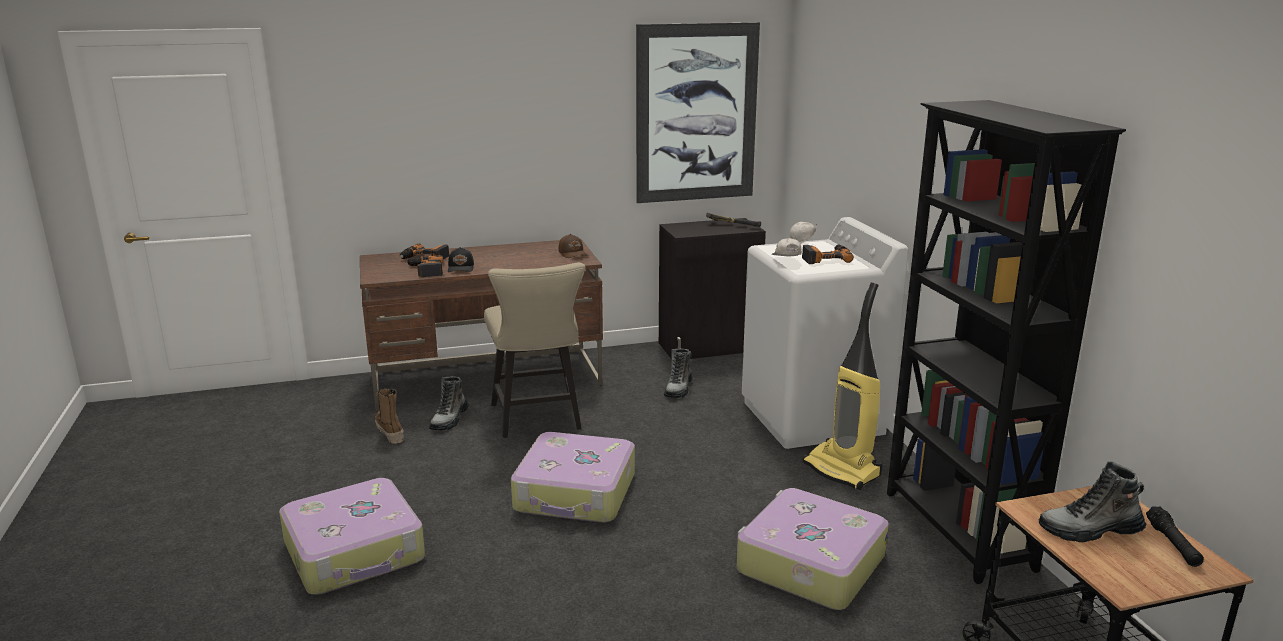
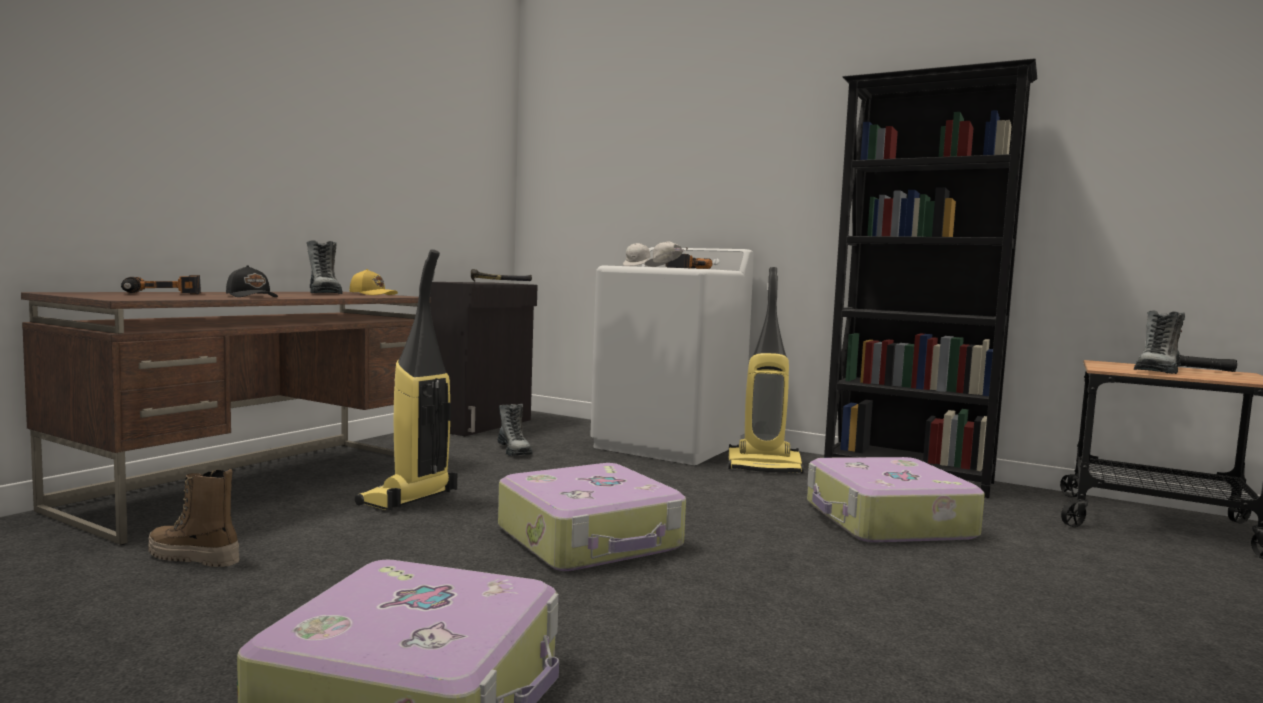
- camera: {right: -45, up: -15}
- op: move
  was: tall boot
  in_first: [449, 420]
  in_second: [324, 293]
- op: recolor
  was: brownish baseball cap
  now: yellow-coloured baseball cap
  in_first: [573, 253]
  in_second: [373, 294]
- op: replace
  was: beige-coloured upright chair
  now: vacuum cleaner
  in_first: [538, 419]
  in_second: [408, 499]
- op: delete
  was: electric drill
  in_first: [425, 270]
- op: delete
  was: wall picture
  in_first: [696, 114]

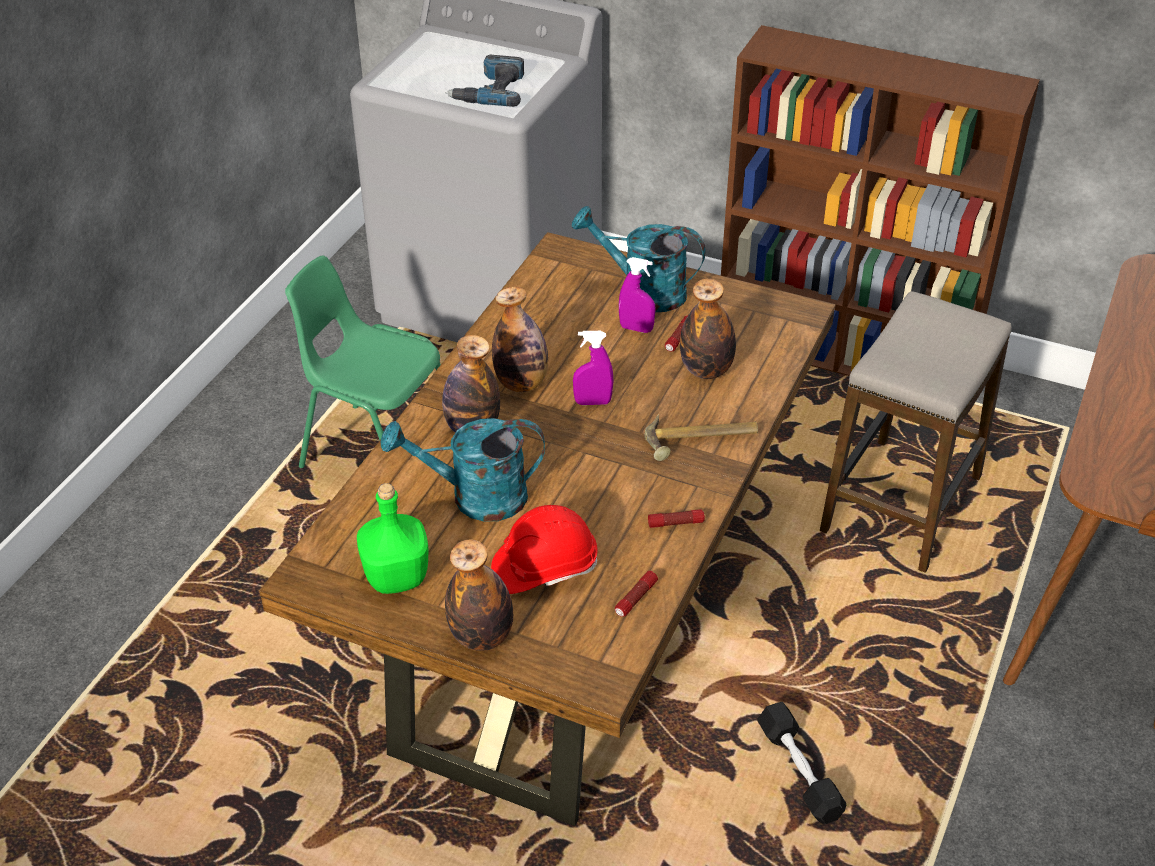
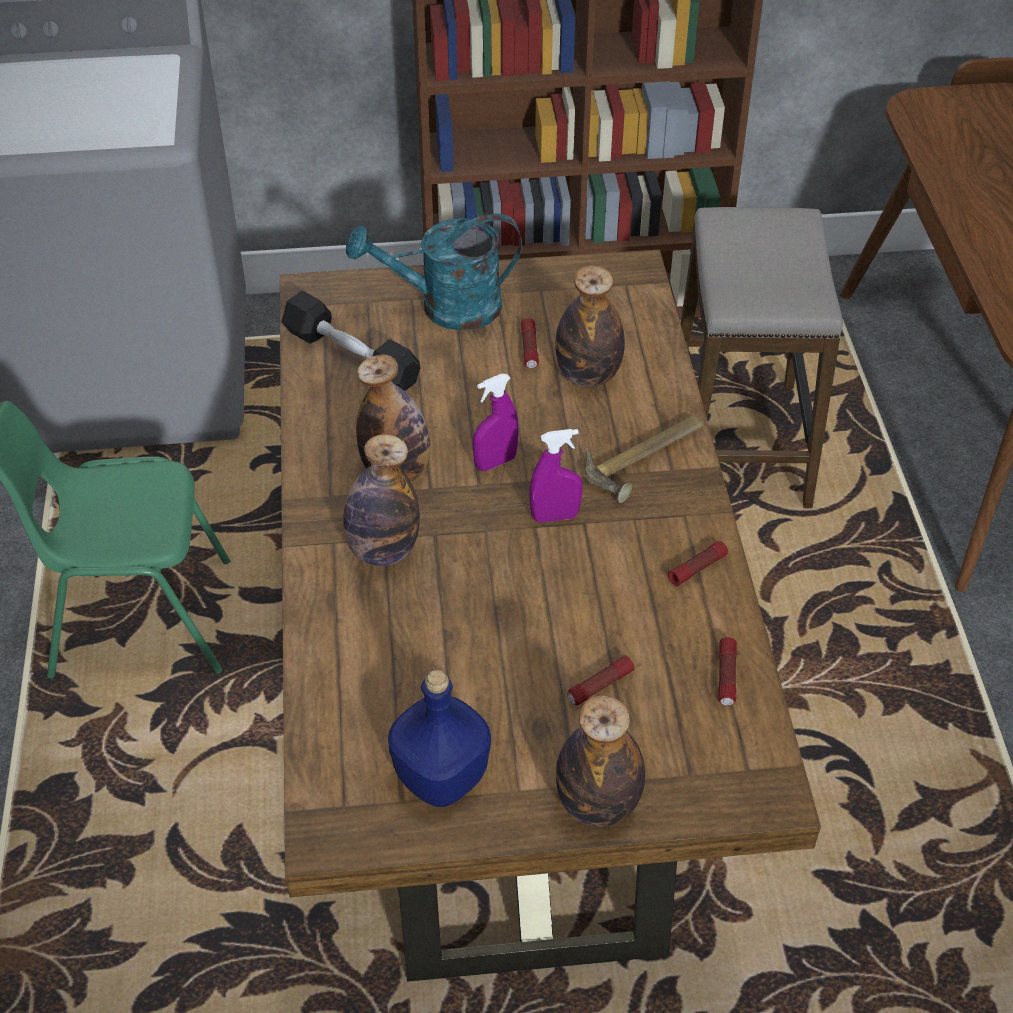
- camera: {right: -30, up: 5}
- op: move
  was: black hand weight
  in_first: [799, 771]
  in_second: [351, 357]
- op: recolor
  was: green beverage bottle
  now: bluish beverage bottle
  in_first: [395, 577]
  in_second: [440, 779]
- op: move
  was: purple-coloured hand sprayer
  in_first: [636, 328]
  in_second: [555, 516]
- op: replace
  was: reddish hard hat
  now: flashlight
  in_first: [544, 568]
  in_second: [600, 686]
- op: delete
  was: turquoise watering can
  in_first: [475, 498]
- op: delete
  was: electric drill
  in_first: [490, 90]

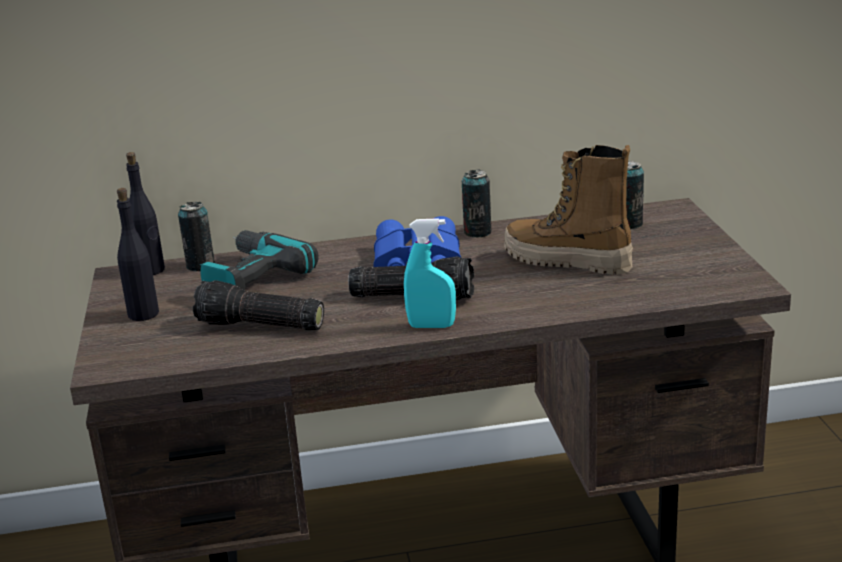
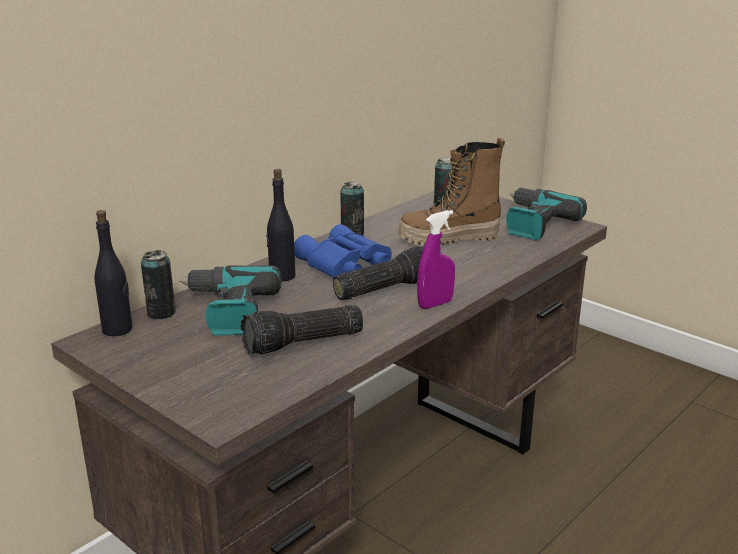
- camera: {right: -40, up: 0}
- op: move
  was: black beverage bottle
  in_first: [143, 314]
  in_second: [281, 276]
- op: recolor
  was: turquoise hand sprayer
  now: purple-coloured hand sprayer
  in_first: [431, 326]
  in_second: [435, 304]
- op: insert
  now: electric drill
  in_second: [533, 223]

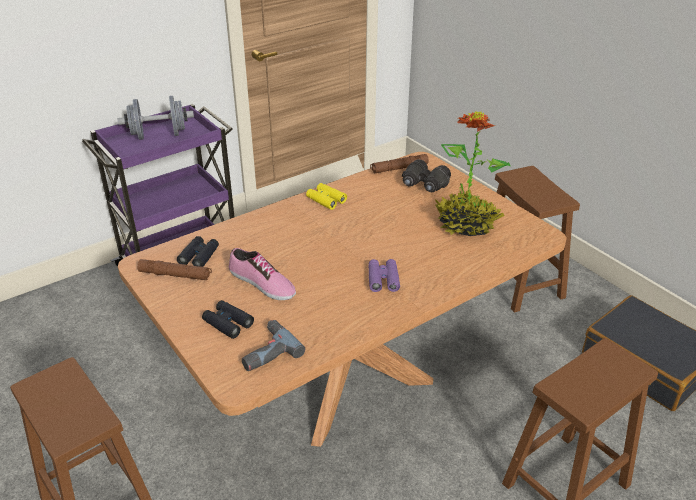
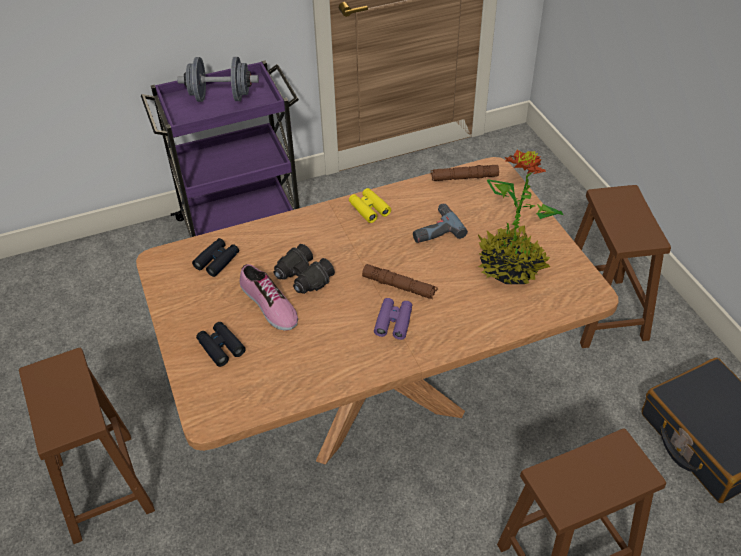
- camera: {right: 15, up: 10}
- op: move
  was: black binoculars
  in_first: [424, 185]
  in_second: [303, 278]
- op: move
  was: brownish flashlight
  in_first: [175, 275]
  in_second: [399, 286]
- op: move
  was: electric drill
  in_first: [266, 351]
  in_second: [434, 229]

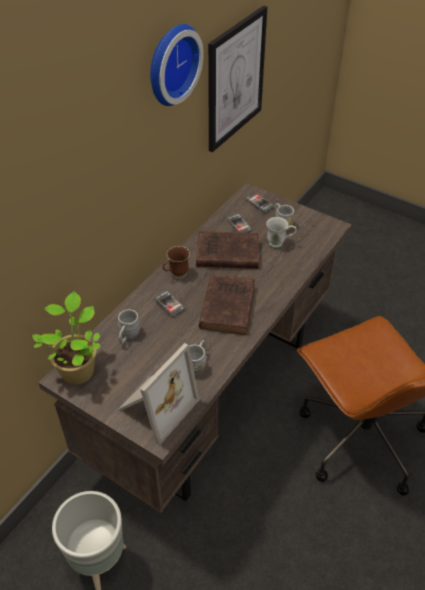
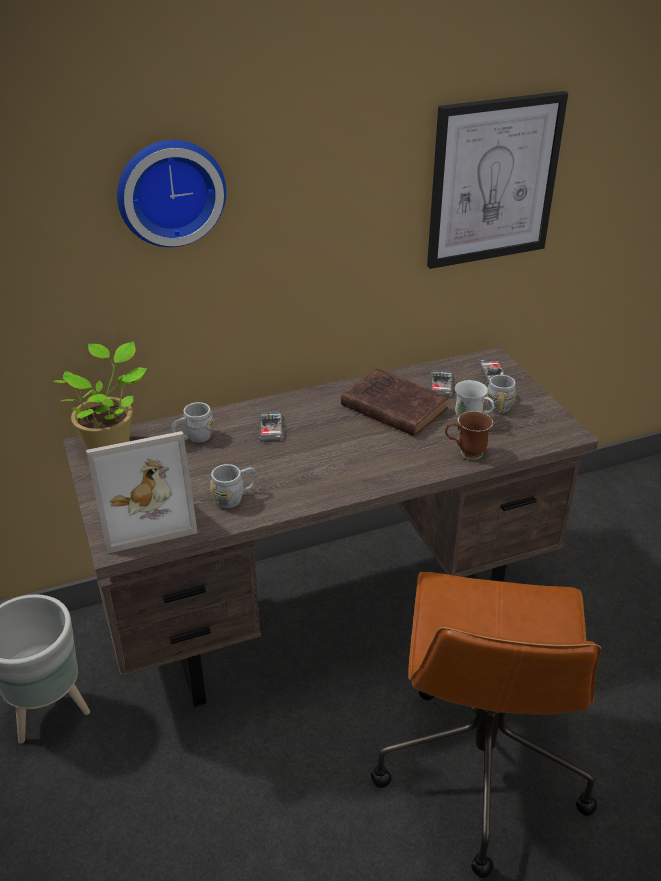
- camera: {right: 35, up: -10}
- op: move
  was: wall clock
  in_first: [170, 63]
  in_second: [170, 191]
- op: move
  was: brownish tea mug
  in_first: [176, 275]
  in_second: [465, 453]
- op: delete
  was: brownish volume
  in_first: [228, 305]

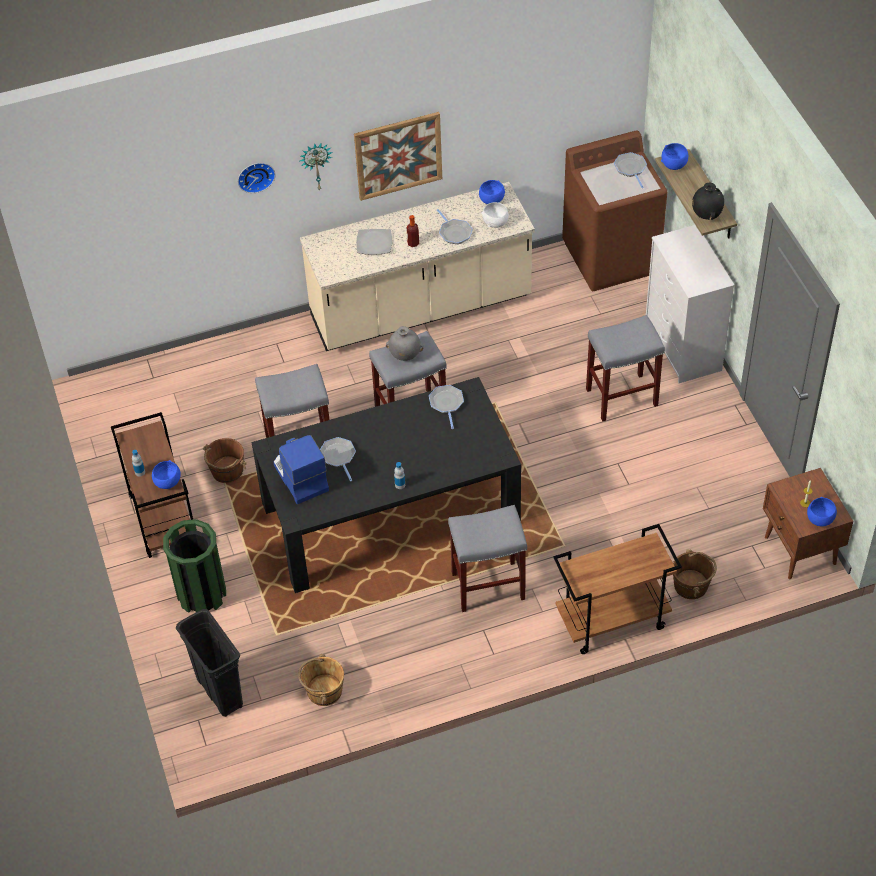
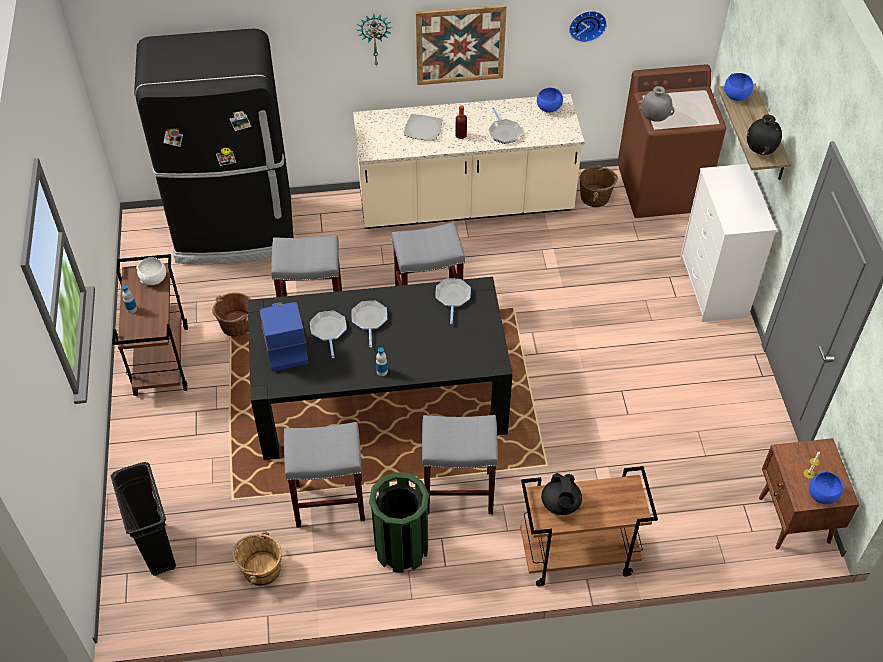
- camera: {right: 10, up: 0}
- op: insert
  now: black fridge
  in_second: [235, 231]
- op: move
  was: whitish serving bowl
  in_first: [496, 223]
  in_second: [154, 279]
- op: move
  was: gray sitting stool
  in_first: [621, 398]
  in_second: [328, 502]
- op: move
  was: pan
  in_first: [630, 169]
  in_second: [369, 320]
- op: move
  was: green waste bin
  in_first: [201, 594]
  in_second: [401, 549]
- op: insert
  now: black teapot
  in_second: [560, 504]
- op: move
  was: wall clock
  in_first: [255, 175]
  in_second: [587, 24]
- op: move
  was: brownish pail
  in_first: [691, 585]
  in_second: [595, 197]
- op: move
  was: gray decorative vase
  in_first: [405, 356]
  in_second: [654, 118]
- op: delete
  was: bluish serving bowl
  in_first: [167, 483]

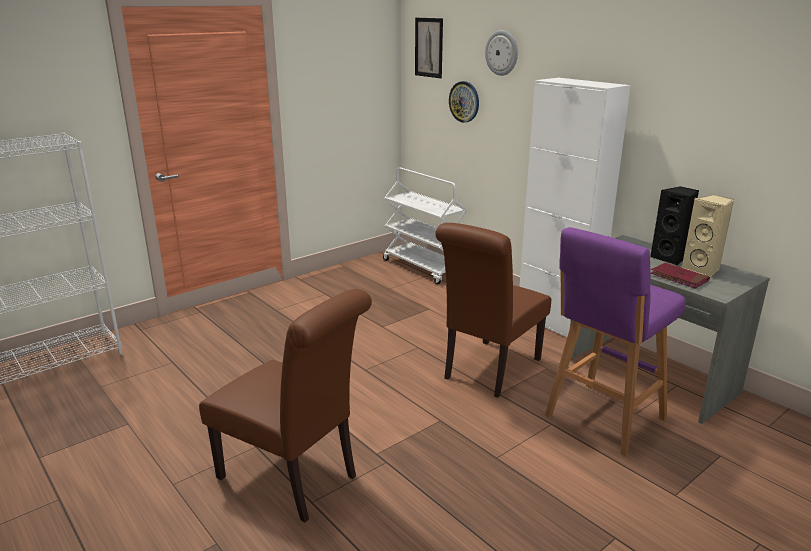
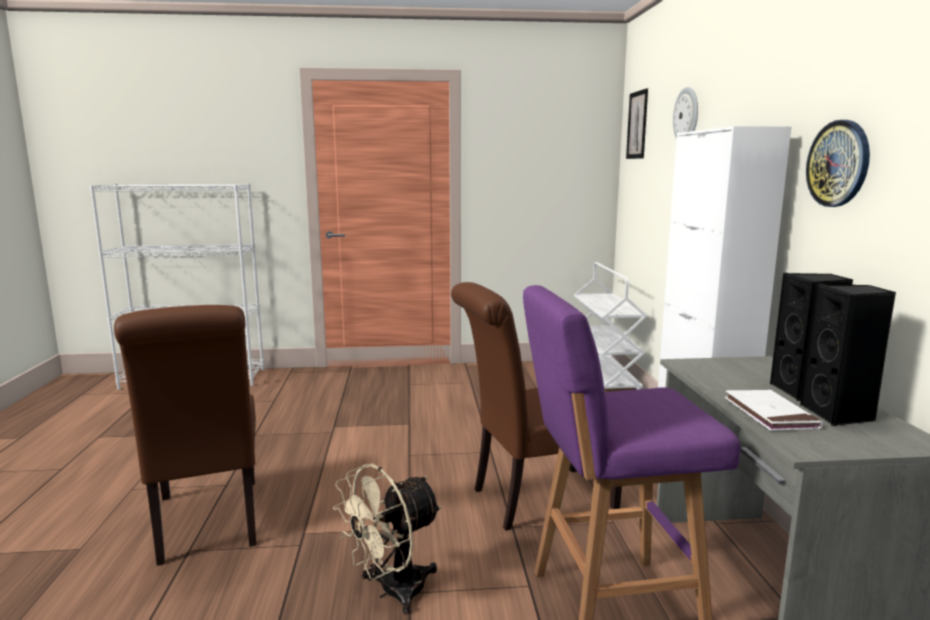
- camera: {right: 35, up: -10}
- op: insert
  now: beige-coloured fan
  in_second: [392, 592]
- op: recolor
  was: reddish volume
  now: whitish volume
  in_first: [679, 278]
  in_second: [770, 414]
- op: recolor
  was: beige-coloured loudspeaker
  now: black loudspeaker
  in_first: [703, 269]
  in_second: [839, 415]
- op: move
  was: wall clock
  in_first: [464, 101]
  in_second: [838, 164]

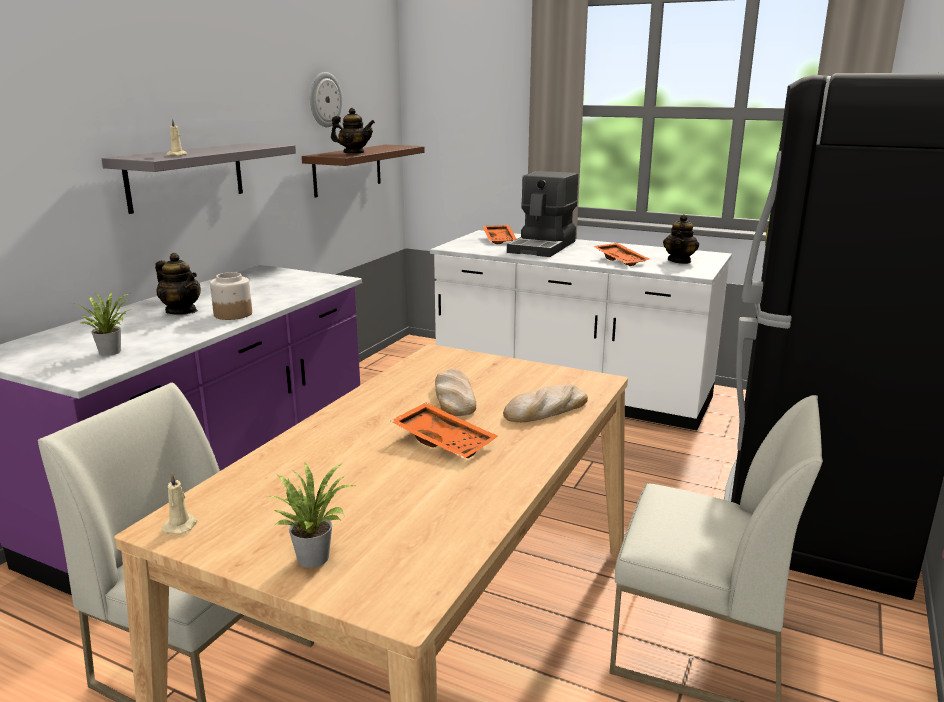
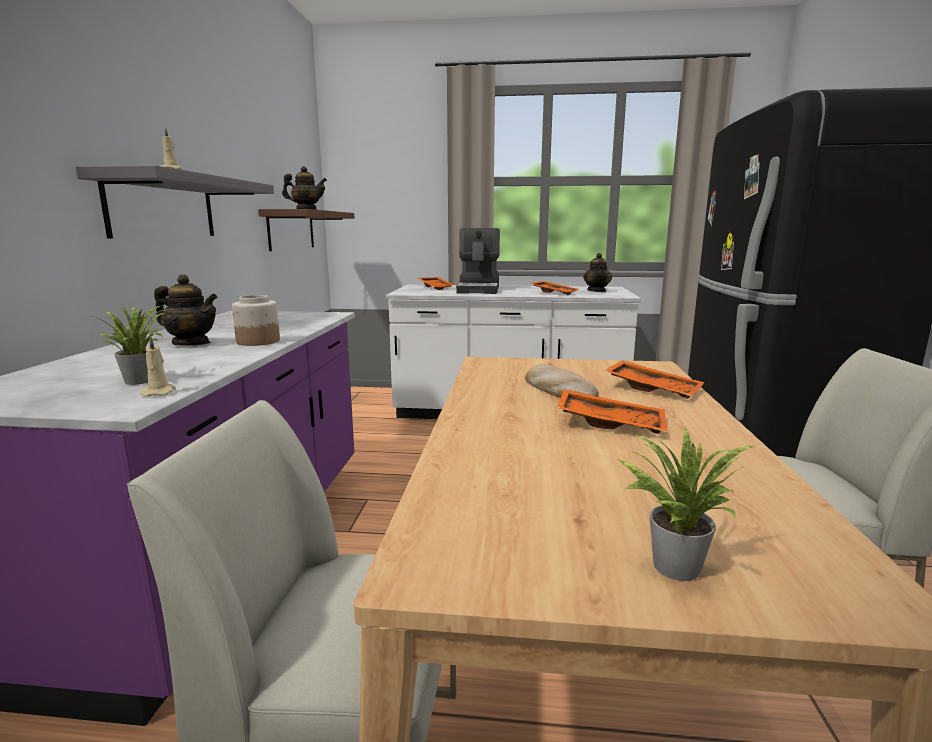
- camera: {right: -20, up: -5}
- op: move
  was: beige-coloured candle
  in_first: [181, 526]
  in_second: [159, 392]
- op: replace
  was: bakery bread
  now: orange tray
  in_first: [545, 409]
  in_second: [653, 389]
- op: delete
  was: wall clock
  in_first: [324, 99]

